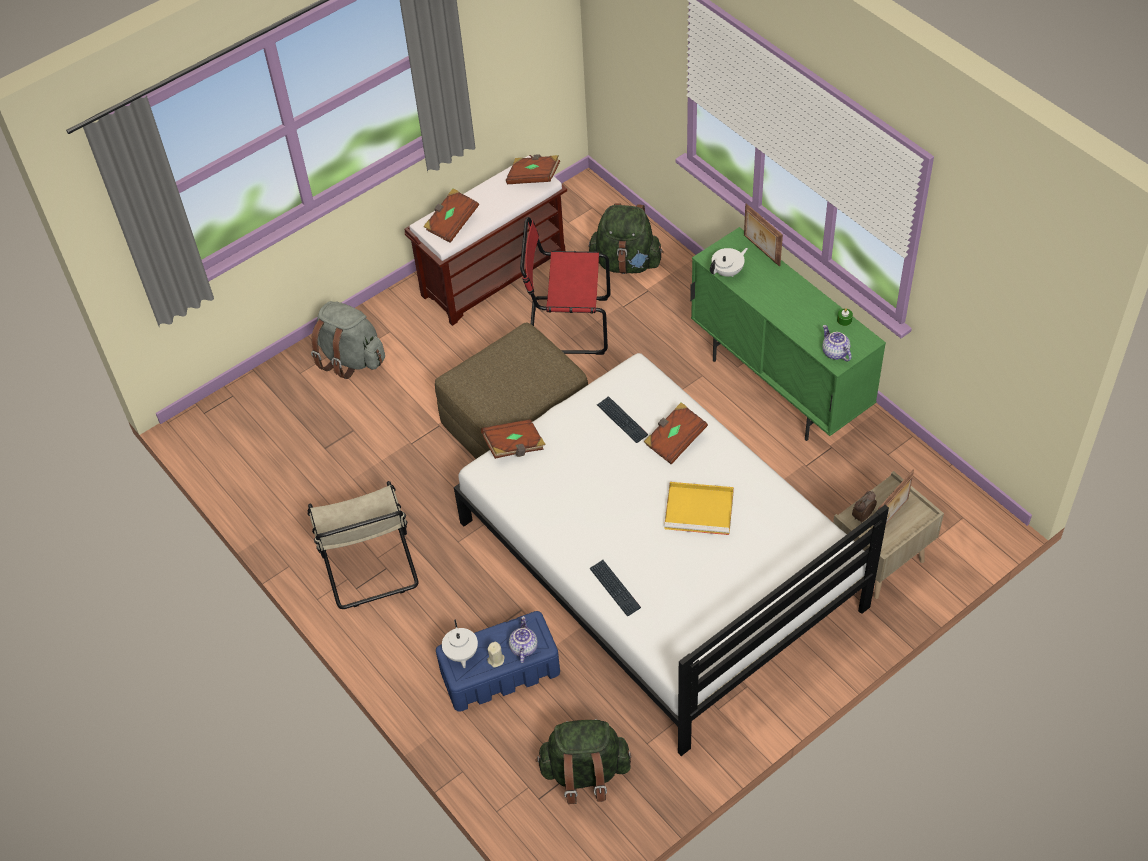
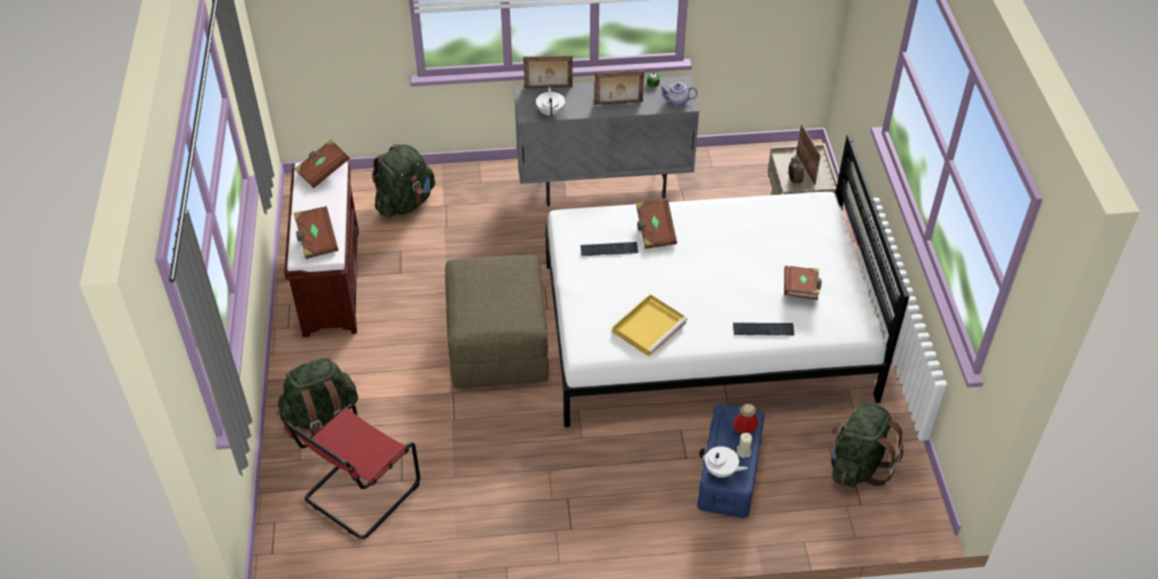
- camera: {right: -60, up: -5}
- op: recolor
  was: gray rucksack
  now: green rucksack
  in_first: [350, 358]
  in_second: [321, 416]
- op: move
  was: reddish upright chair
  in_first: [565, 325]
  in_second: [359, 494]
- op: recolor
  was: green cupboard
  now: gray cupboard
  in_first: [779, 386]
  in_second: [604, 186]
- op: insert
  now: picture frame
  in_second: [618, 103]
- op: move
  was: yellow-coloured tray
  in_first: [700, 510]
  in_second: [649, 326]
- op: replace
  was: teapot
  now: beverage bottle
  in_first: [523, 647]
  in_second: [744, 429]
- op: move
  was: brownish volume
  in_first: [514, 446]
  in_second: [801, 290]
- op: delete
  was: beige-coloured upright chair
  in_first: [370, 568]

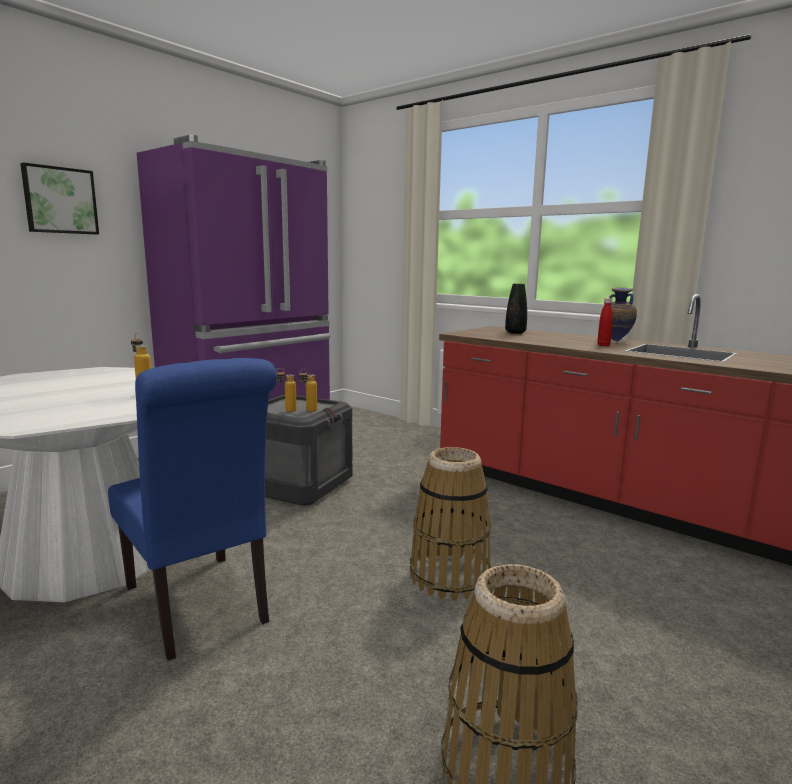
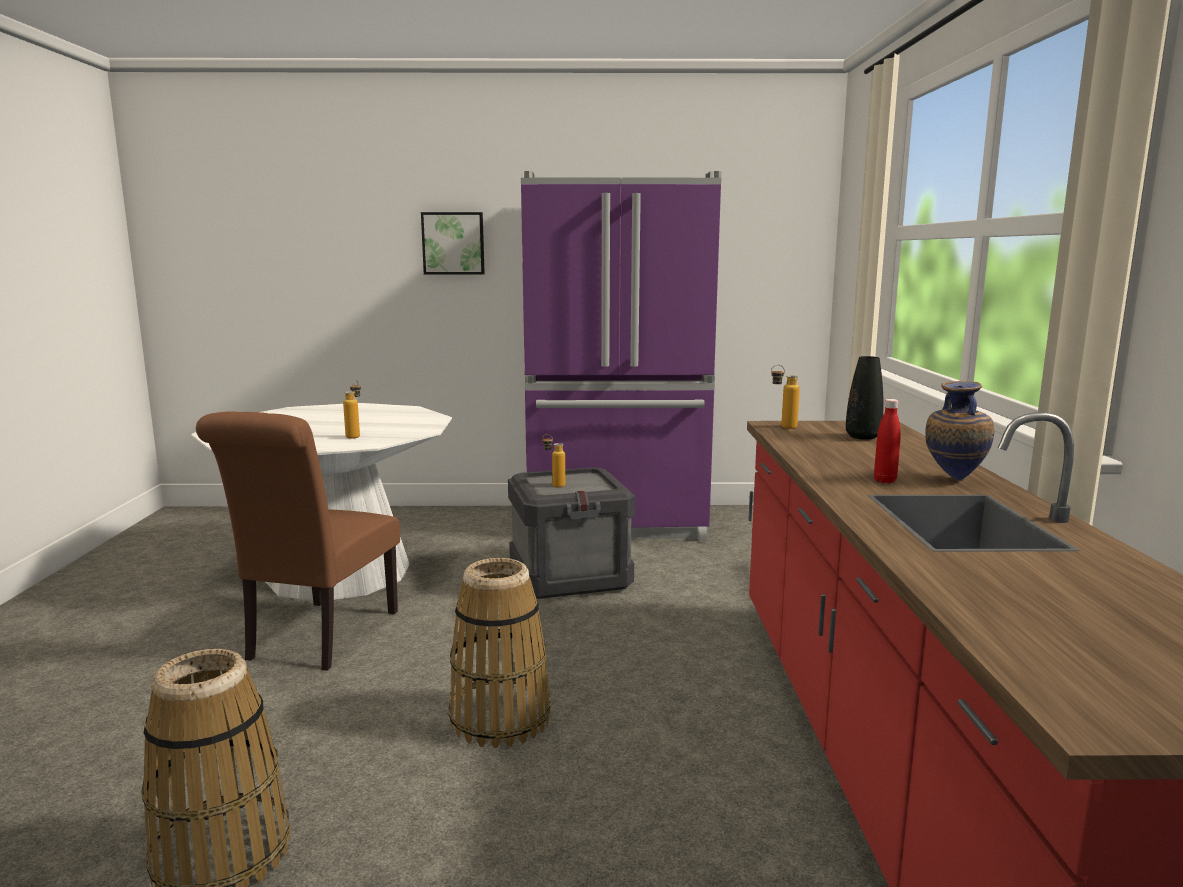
- camera: {right: 50, up: 0}
- op: recolor
  was: bluish upright chair
  now: brownish upright chair
  in_first: [200, 608]
  in_second: [318, 638]
- op: move
  was: beverage bottle
  in_first: [308, 411]
  in_second: [782, 427]

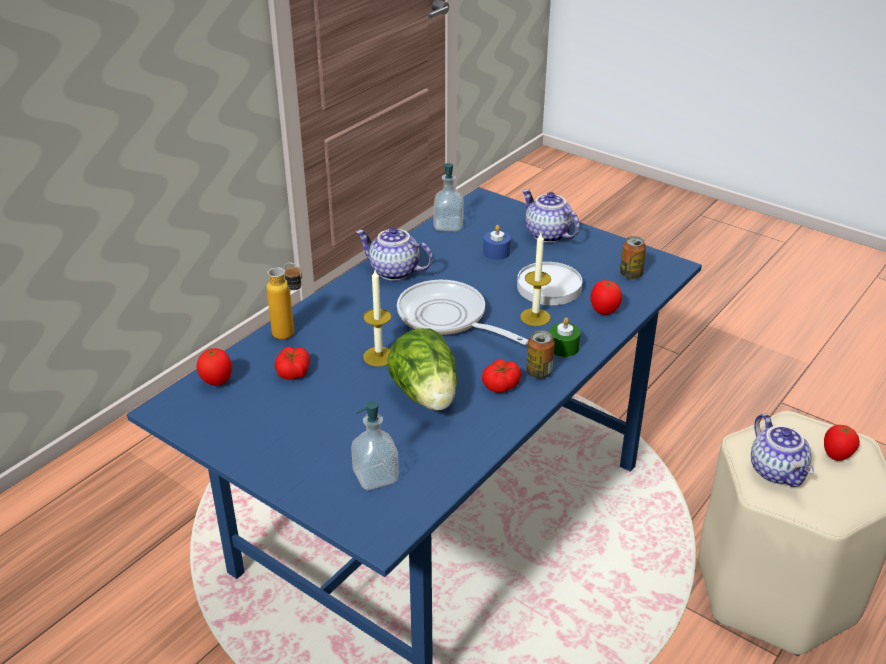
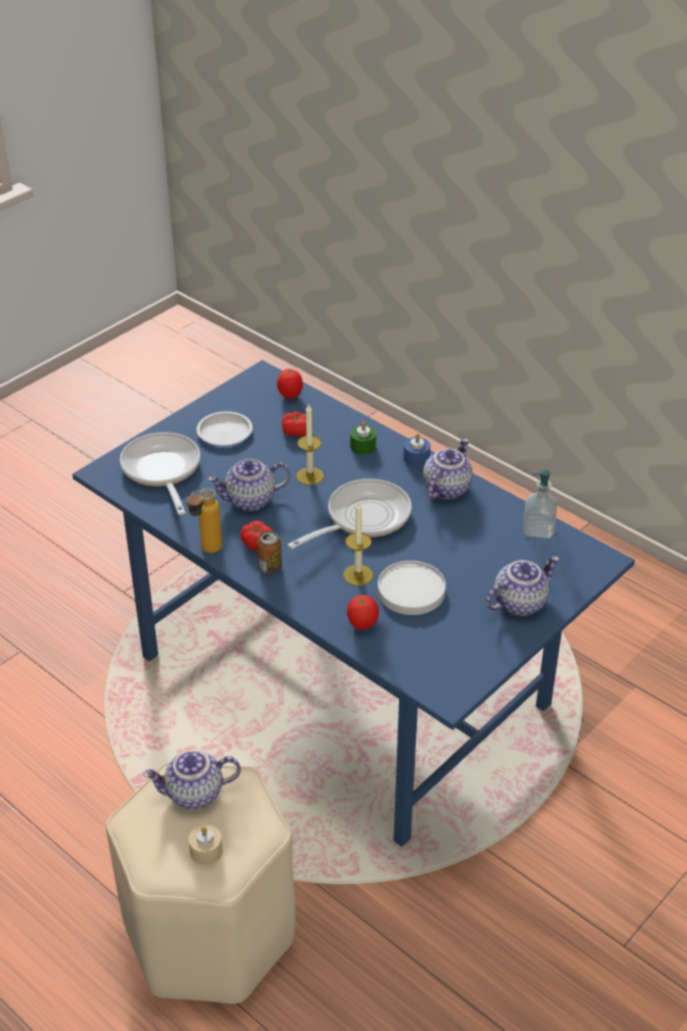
- camera: {right: 95, up: 5}
- op: replace
  was: soap dispenser
  now: pan
  in_first: [375, 476]
  in_second: [162, 471]
- op: move
  was: beverage bottle
  in_first: [290, 336]
  in_second: [206, 552]
- op: replace
  was: fresh tomato
  now: beige-coloured candle
  in_first: [836, 456]
  in_second: [206, 851]
- op: insert
  now: whitish flat dish
  in_second: [224, 433]
- op: replace
  was: head of lettuce
  now: teapot
  in_first: [426, 395]
  in_second: [251, 500]
- op: move
  was: green candle
  in_first: [563, 347]
  in_second: [363, 446]
- op: move
  was: bluish candle
  in_first: [496, 252]
  in_second: [416, 458]
- op: delete
  was: can
  in_first: [630, 274]

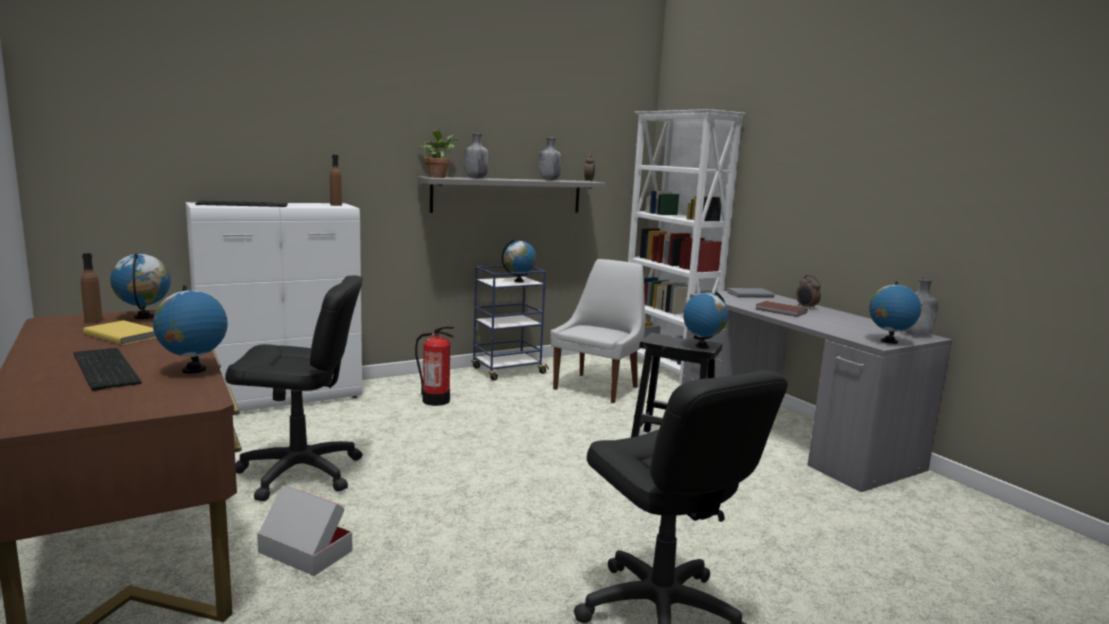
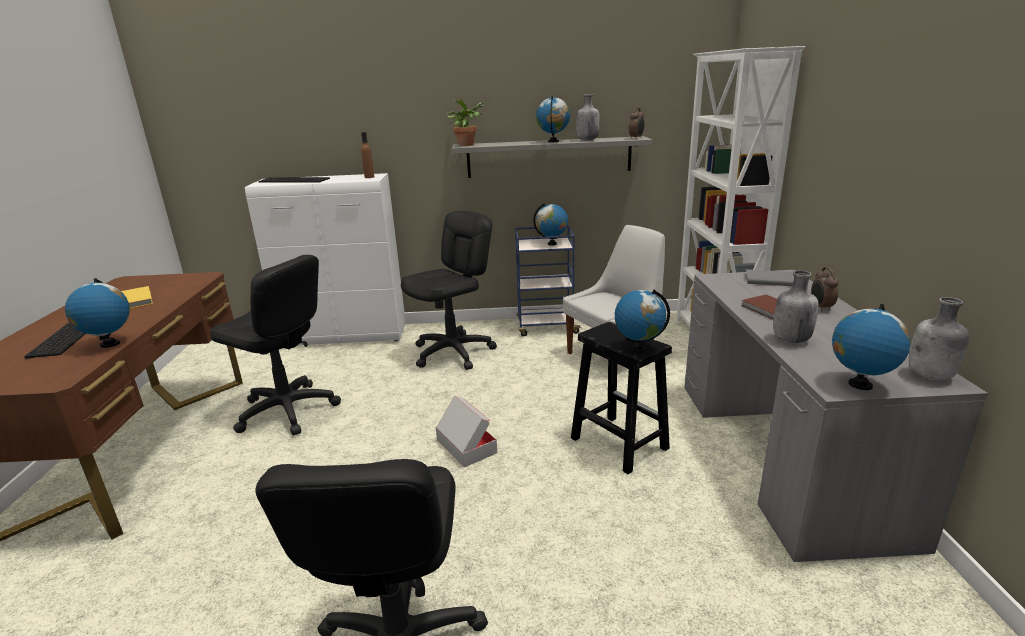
- camera: {right: 30, up: 10}
- op: replace
  was: fire extinguisher
  now: black office chair
  in_first: [435, 400]
  in_second: [453, 352]
- op: move
  was: cardboard box
  in_first: [305, 551]
  in_second: [466, 446]
- op: move
  was: globe
  in_first: [144, 317]
  in_second: [553, 141]
- op: move
  was: gray beverage bottle
  in_first: [475, 178]
  in_second: [790, 339]
- op: delete
  was: brownish beverage bottle
  in_first: [93, 321]

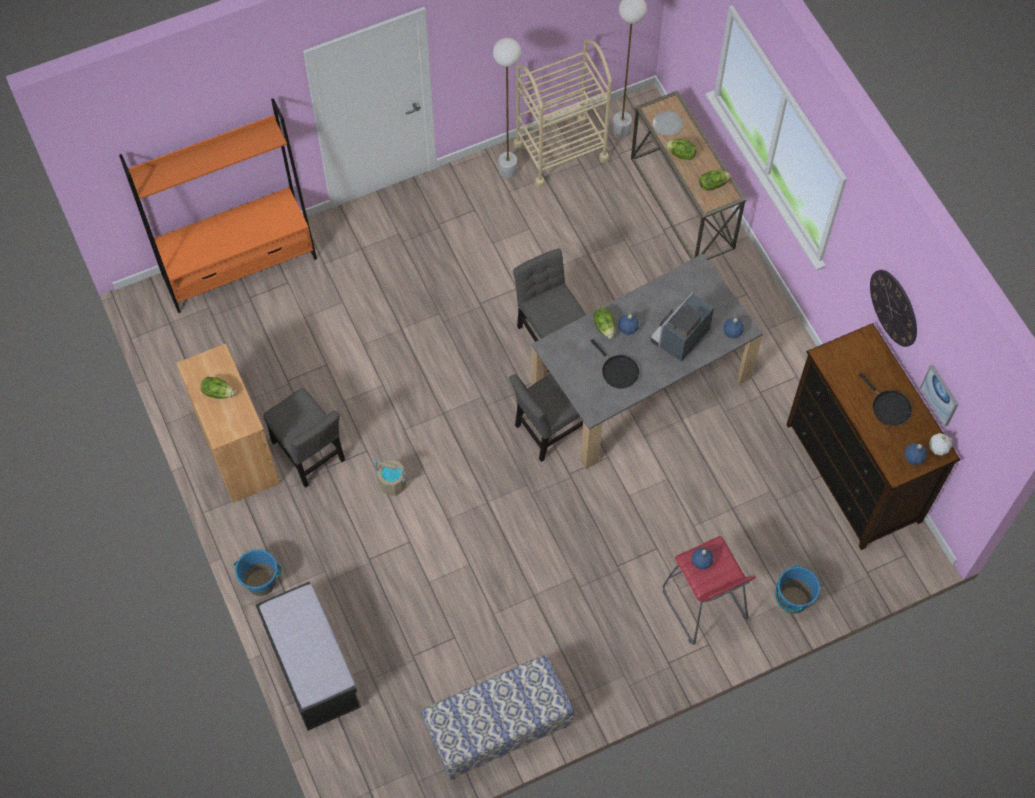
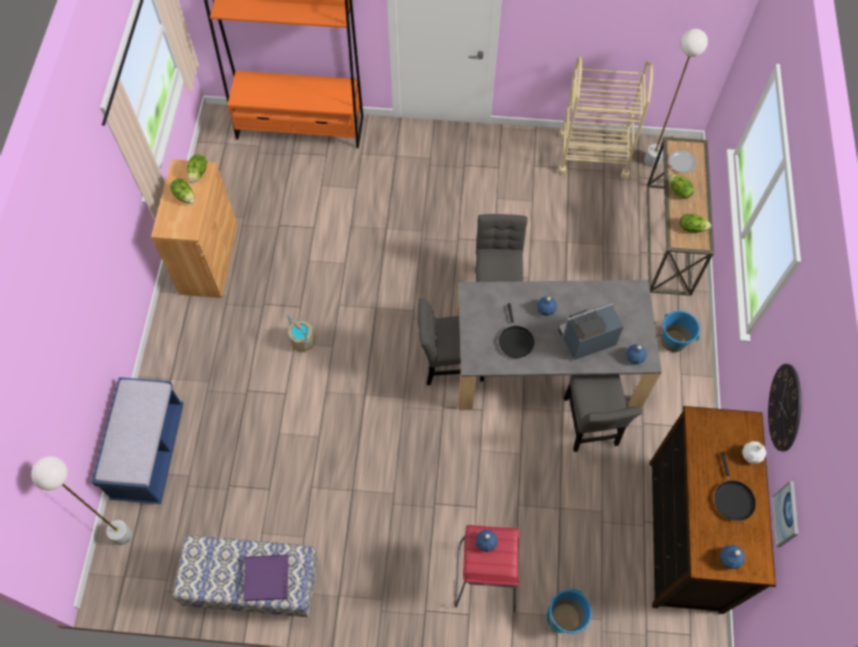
- camera: {right: 30, up: 0}
- op: move
  was: whitish standard lamp
  in_first: [507, 170]
  in_second: [122, 535]
- op: recolor
  was: black long seat
  now: bluish long seat
  in_first: [312, 668]
  in_second: [149, 452]
- op: move
  was: head of lettuce
  in_first: [604, 327]
  in_second: [198, 173]
- op: insert
  now: purple-coloured tray
  in_second: [266, 578]
- op: move
  was: gray upright chair
  in_first: [309, 455]
  in_second: [590, 425]
- op: move
  was: bluish pail
  in_first: [261, 582]
  in_second: [673, 341]
- op: move
  was: whitish beverage bottle
  in_first: [938, 448]
  in_second: [750, 455]

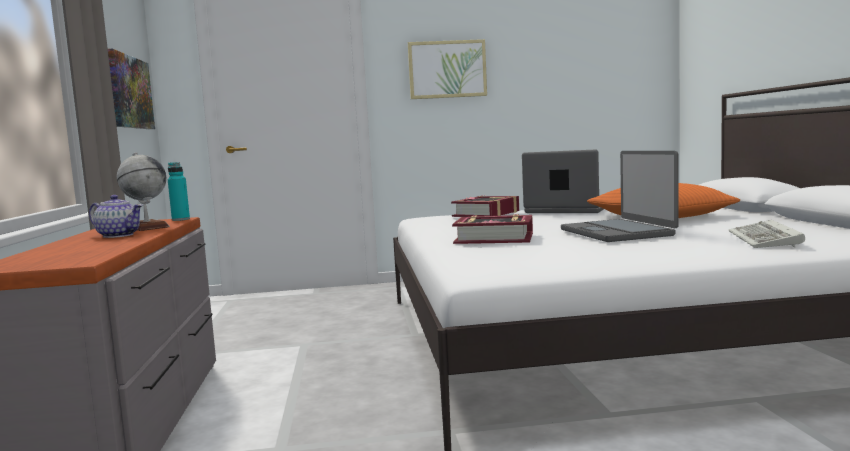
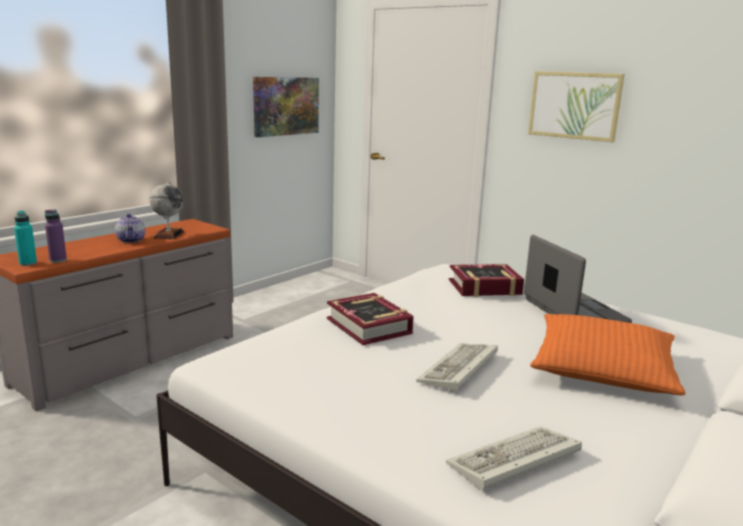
- camera: {right: 45, up: 10}
- op: move
  was: turquoise beverage bottle
  in_first: [181, 219]
  in_second: [28, 263]
- op: insert
  now: purple-coloured beverage bottle
  in_second: [58, 260]
- op: replace
  was: notebook computer
  now: PC keyboard
  in_first: [617, 232]
  in_second: [459, 370]

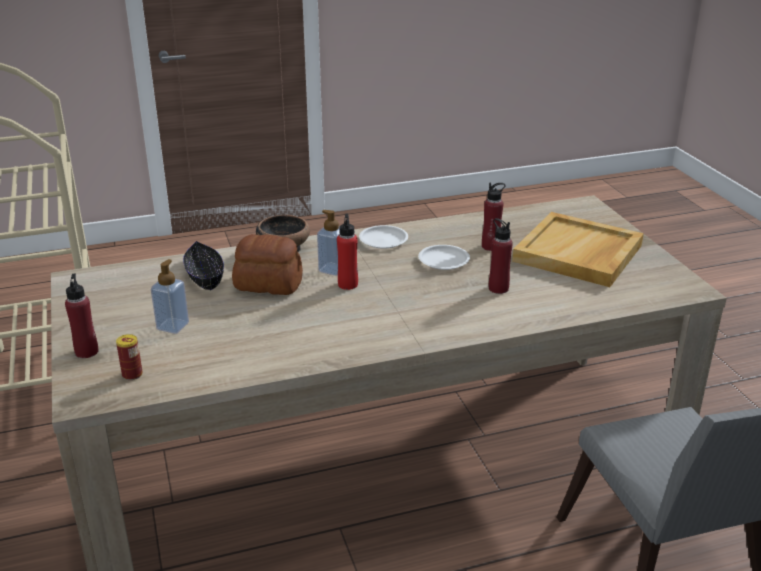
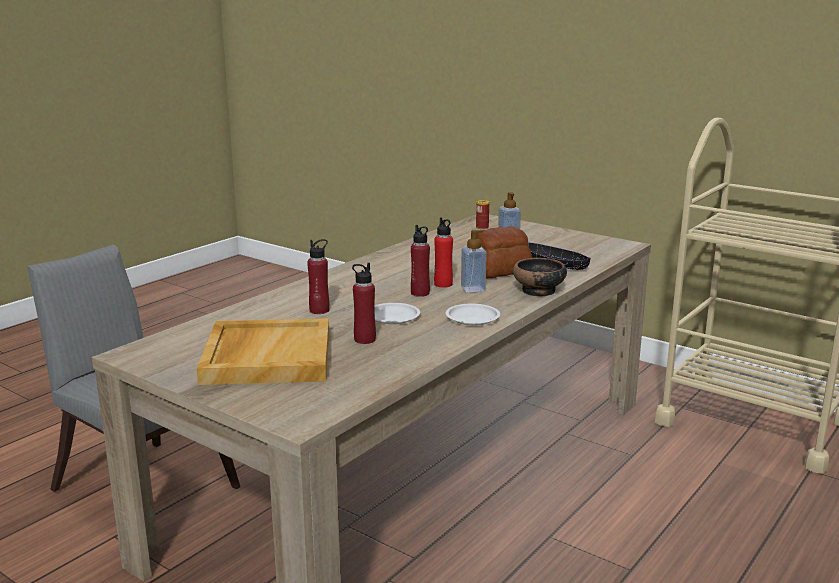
- camera: {right: 145, up: -10}
- op: move
  was: reddish beverage bottle
  in_first: [87, 351]
  in_second: [420, 293]

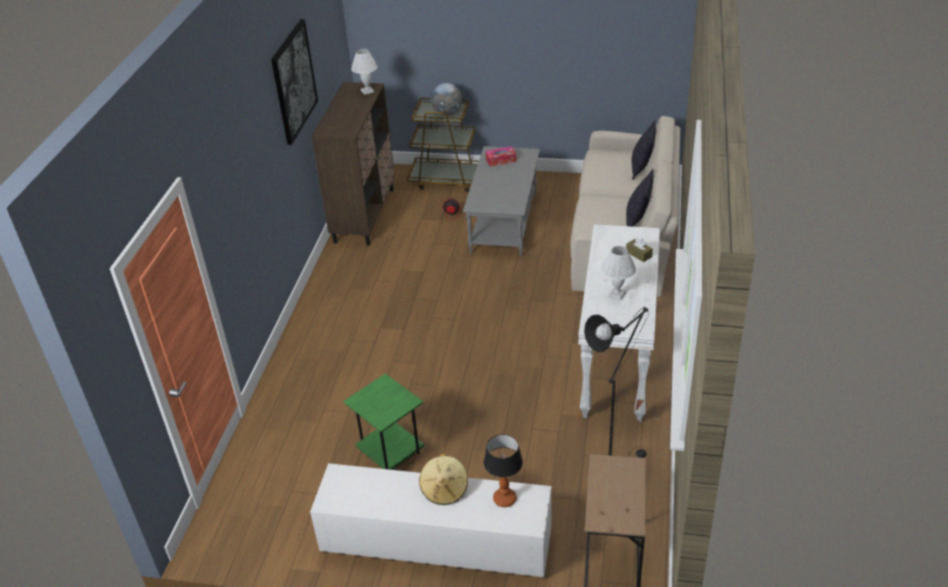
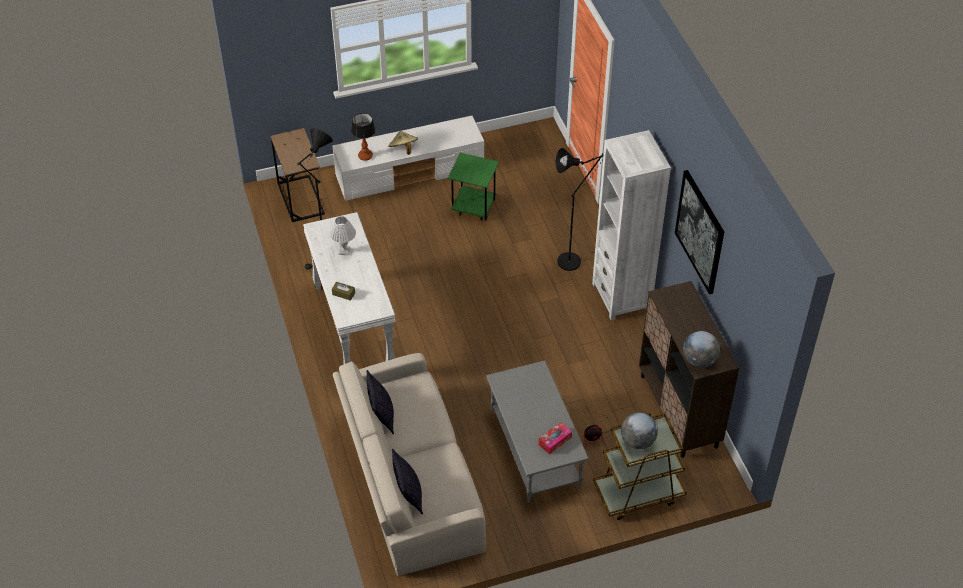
- camera: {right: 150, up: 10}
- op: insert
  now: black standard lamp
  in_second: [573, 260]
- op: insert
  now: whitish bookshelf
  in_second: [621, 296]
- op: replace
  was: whitish tabletop lamp
  now: globe
  in_first: [367, 91]
  in_second: [699, 360]

